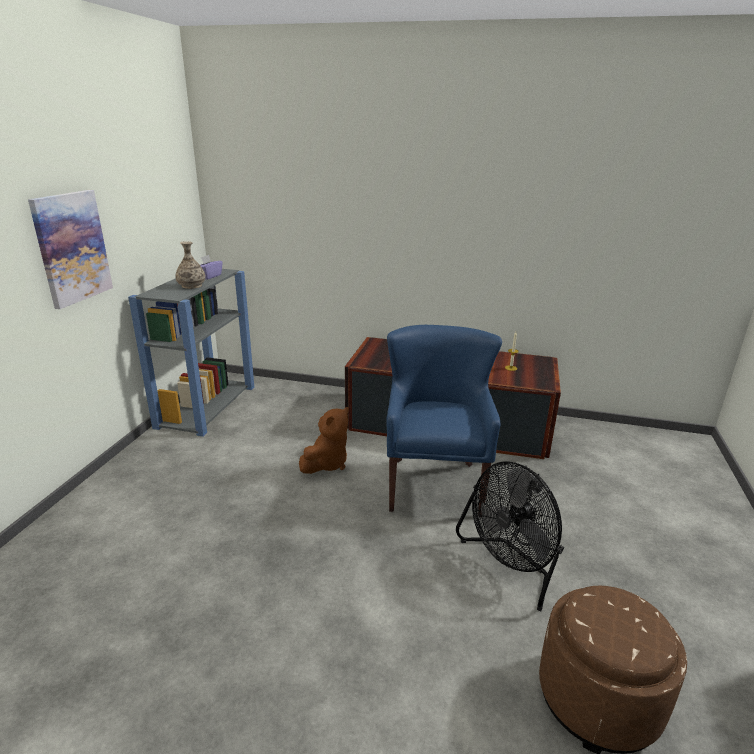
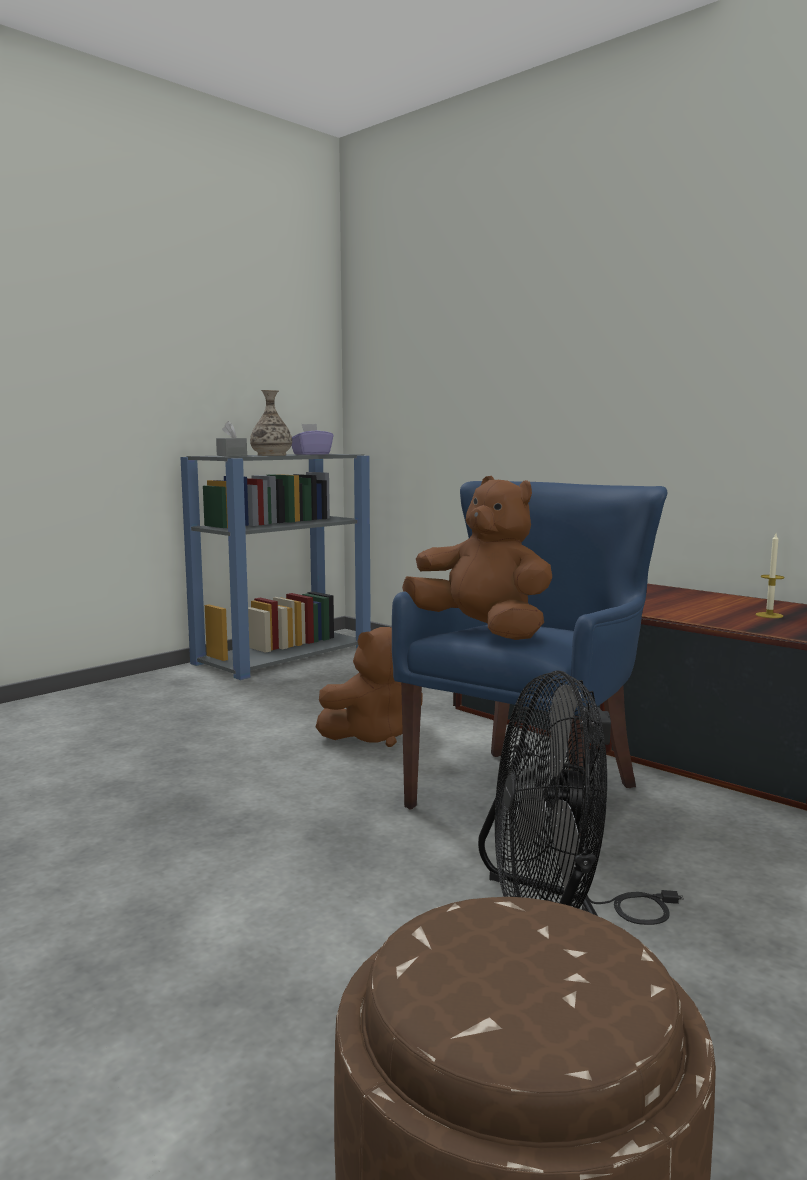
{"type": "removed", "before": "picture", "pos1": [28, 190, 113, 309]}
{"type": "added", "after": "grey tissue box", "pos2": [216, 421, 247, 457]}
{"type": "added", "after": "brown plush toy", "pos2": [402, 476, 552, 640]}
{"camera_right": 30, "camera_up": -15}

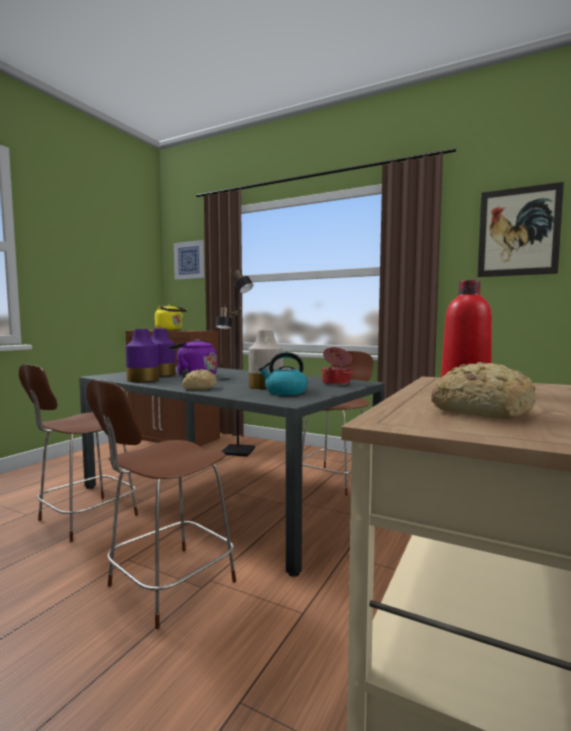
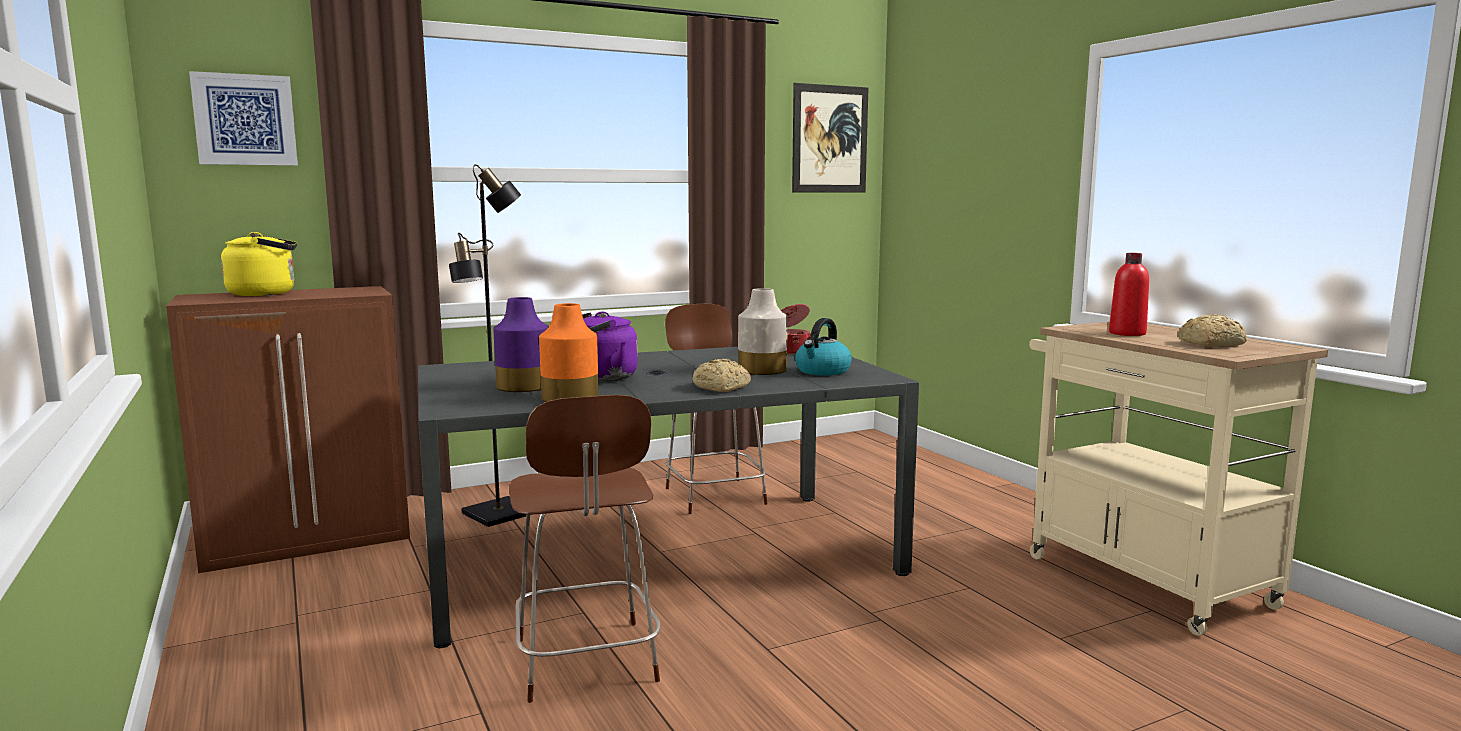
{"type": "removed", "before": "brown chair", "pos1": [86, 380, 236, 629]}
{"type": "recoloured", "before": "purple vase", "after": "orange vase", "pos1": [126, 329, 159, 382], "pos2": [539, 303, 599, 402]}
{"camera_right": -55, "camera_up": 5}

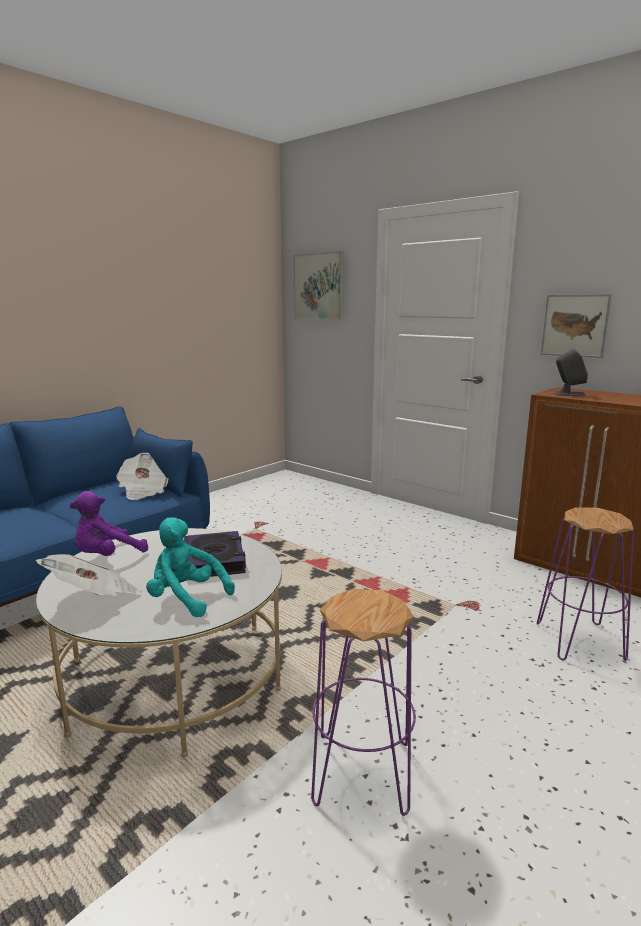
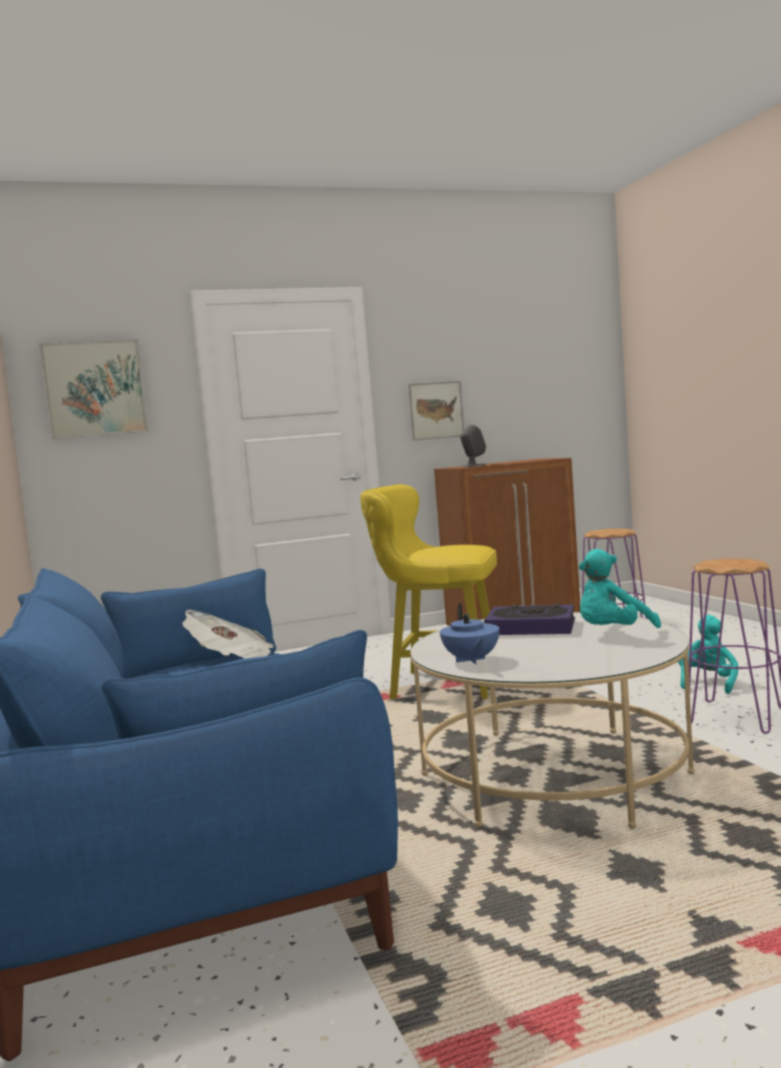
{"type": "removed", "before": "newspaper", "pos1": [36, 554, 142, 596]}
{"type": "added", "after": "yellow stool", "pos2": [360, 484, 497, 699]}
{"type": "added", "after": "turquoise plush toy", "pos2": [678, 615, 738, 694]}
{"type": "replaced", "before": "purple plush toy", "after": "blue teapot", "pos1": [70, 491, 148, 556], "pos2": [440, 603, 499, 664]}
{"camera_right": -60, "camera_up": -10}

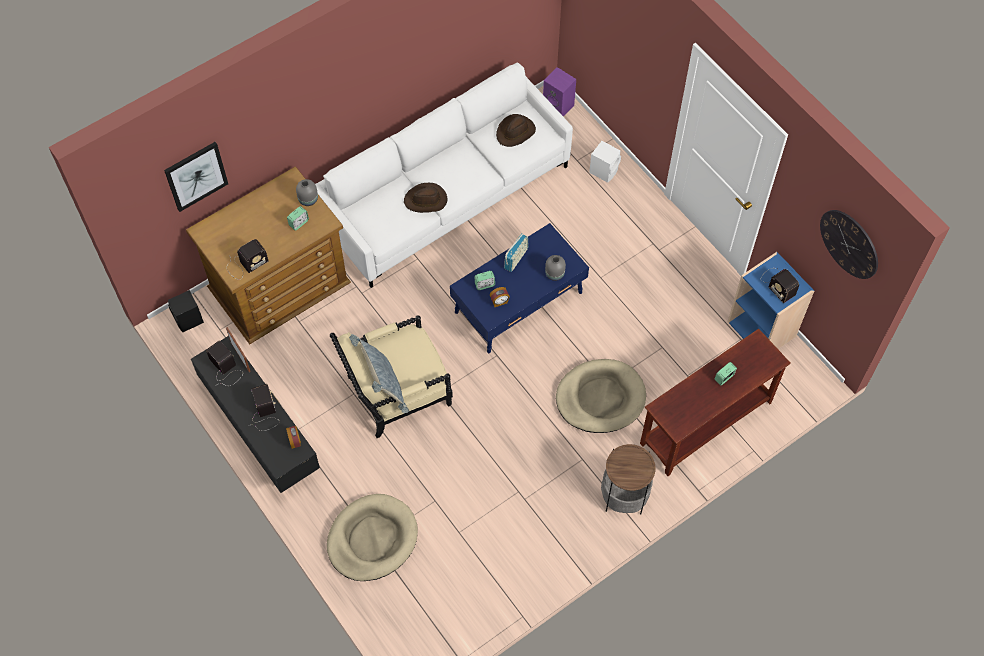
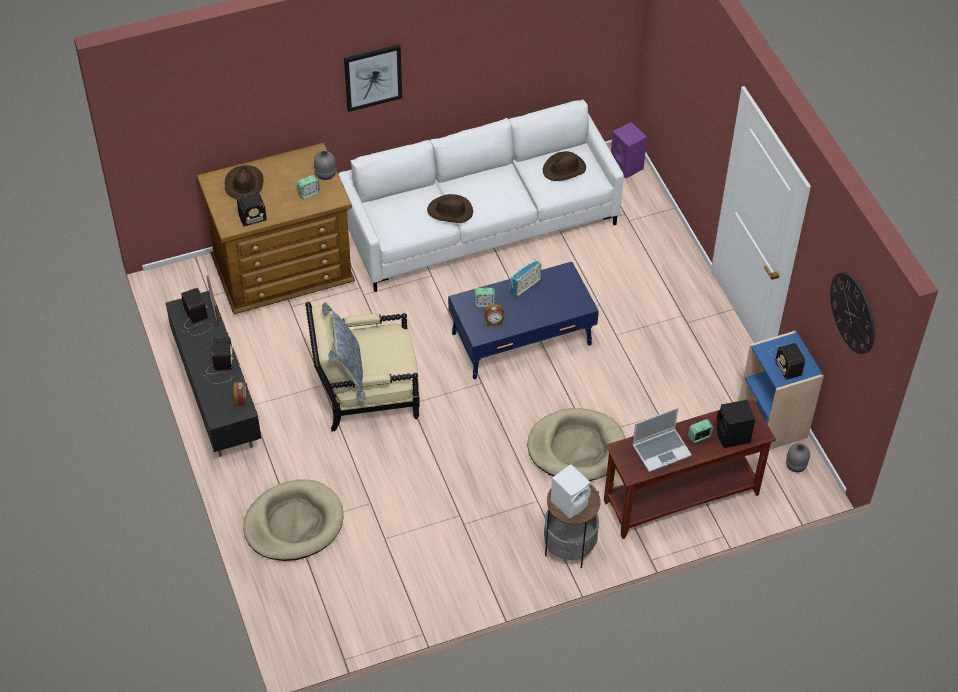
{"type": "added", "after": "brown hat", "pos2": [225, 165, 264, 200]}
{"type": "added", "after": "laptop", "pos2": [632, 408, 692, 472]}
{"type": "moved", "before": "picture", "pos1": [164, 142, 228, 212], "pos2": [344, 44, 402, 112]}
{"type": "moved", "before": "black speaker", "pos1": [168, 290, 204, 332], "pos2": [717, 400, 755, 448]}
{"type": "moved", "before": "grey vase", "pos1": [545, 255, 566, 281], "pos2": [786, 443, 810, 472]}
{"type": "moved", "before": "white speaker", "pos1": [589, 141, 621, 183], "pos2": [550, 464, 591, 518]}
{"camera_right": 15, "camera_up": -10}

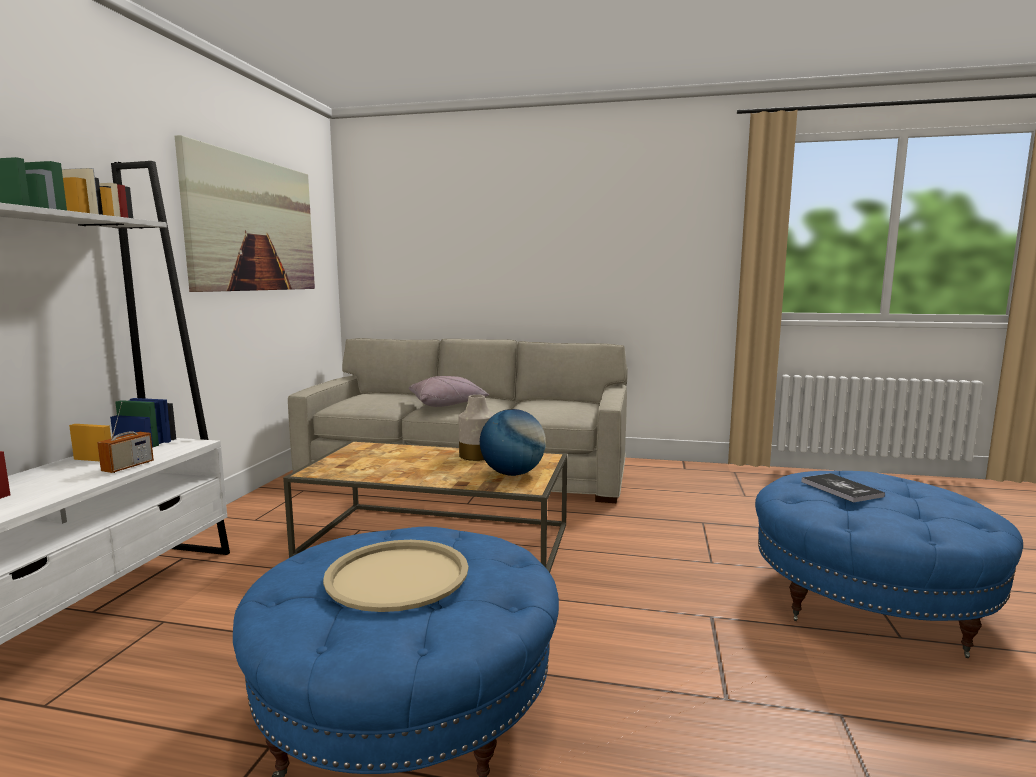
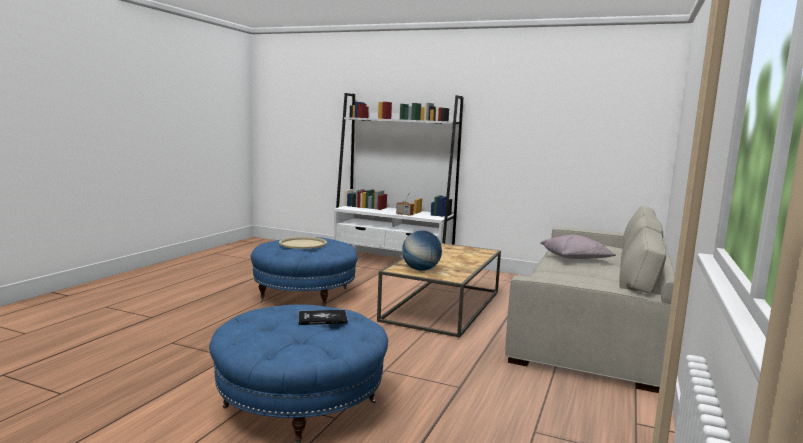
{"type": "removed", "before": "picture", "pos1": [175, 135, 315, 292]}
{"type": "removed", "before": "beige vase", "pos1": [458, 395, 495, 461]}
{"camera_right": 100, "camera_up": 0}

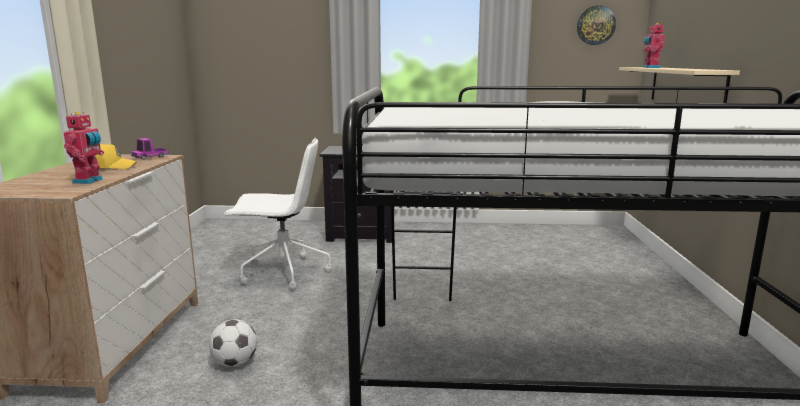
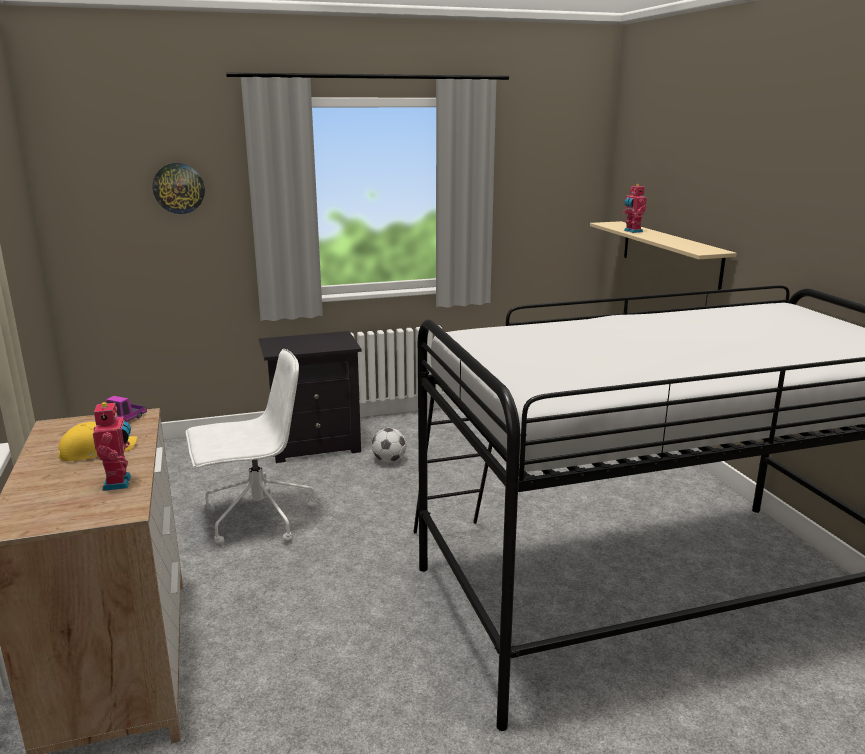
{"type": "moved", "before": "football", "pos1": [209, 319, 257, 367], "pos2": [371, 428, 406, 463]}
{"type": "moved", "before": "wall clock", "pos1": [577, 5, 616, 45], "pos2": [153, 163, 205, 214]}
{"camera_right": -20, "camera_up": 5}

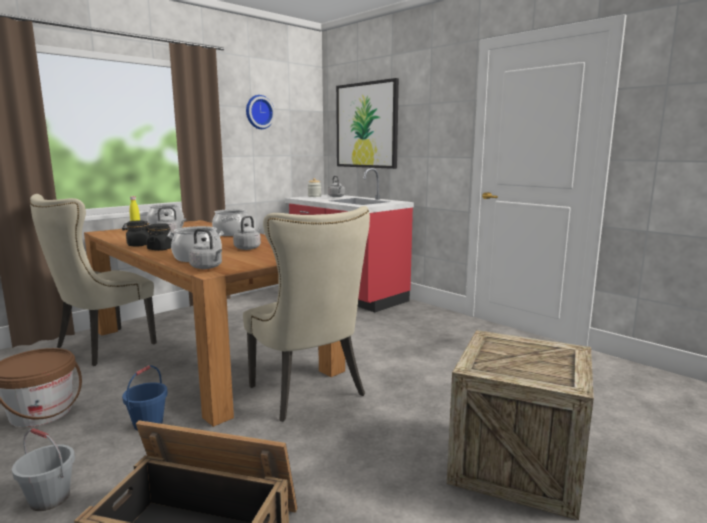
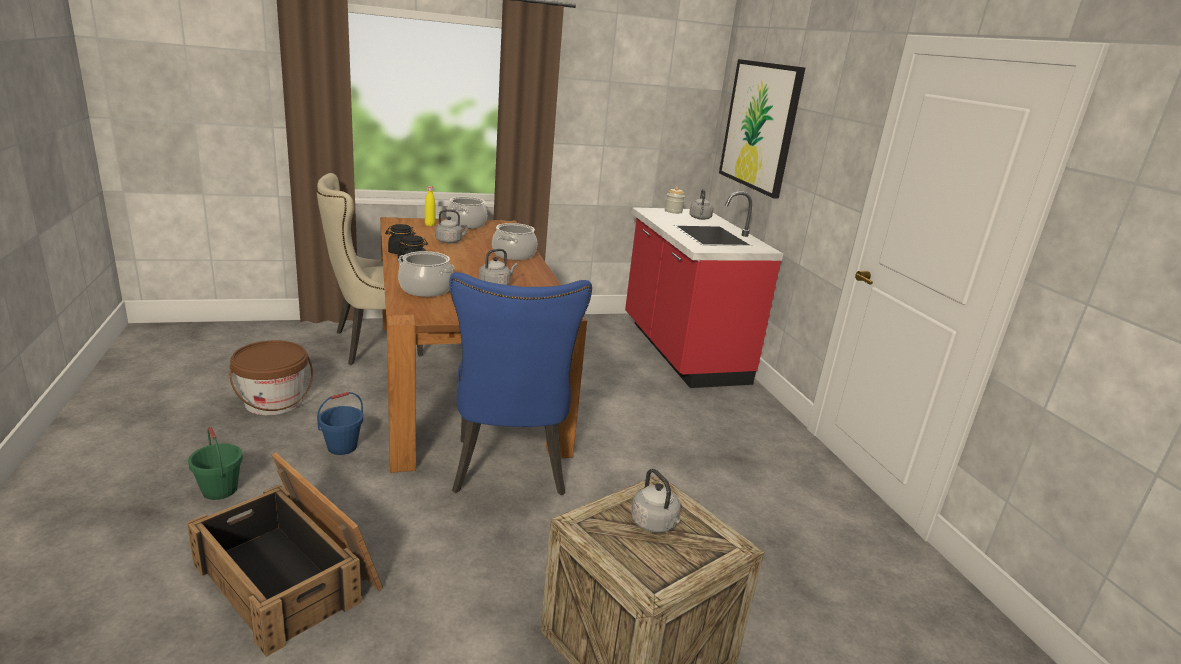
{"type": "removed", "before": "wall clock", "pos1": [246, 95, 275, 129]}
{"type": "moved", "before": "grey kettle", "pos1": [189, 229, 222, 269], "pos2": [631, 469, 681, 533]}
{"type": "recoloured", "before": "grey bucket", "after": "green bucket", "pos1": [12, 428, 75, 511], "pos2": [188, 427, 243, 500]}
{"type": "recoloured", "before": "beige chair", "after": "blue chair", "pos1": [243, 206, 370, 422], "pos2": [449, 272, 592, 495]}
{"camera_right": 25, "camera_up": 10}

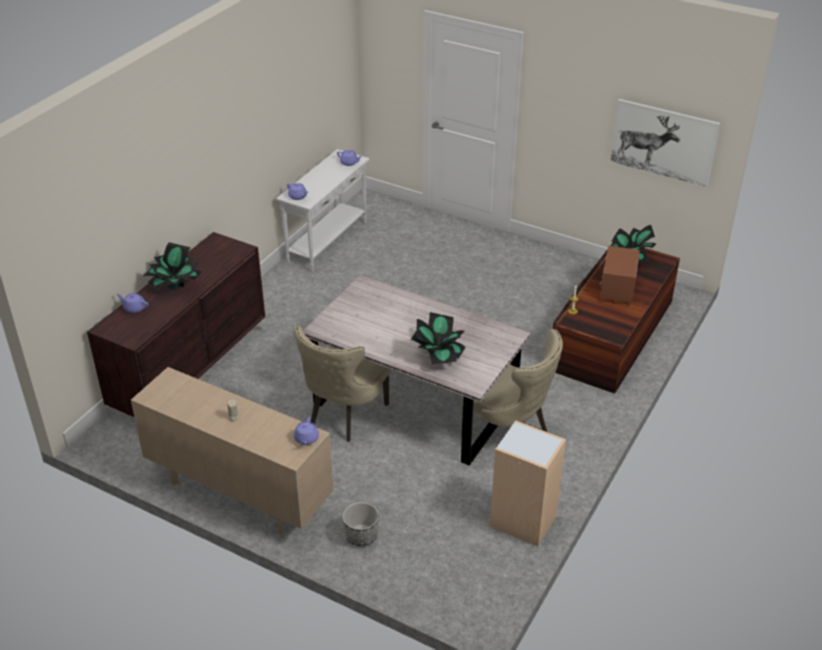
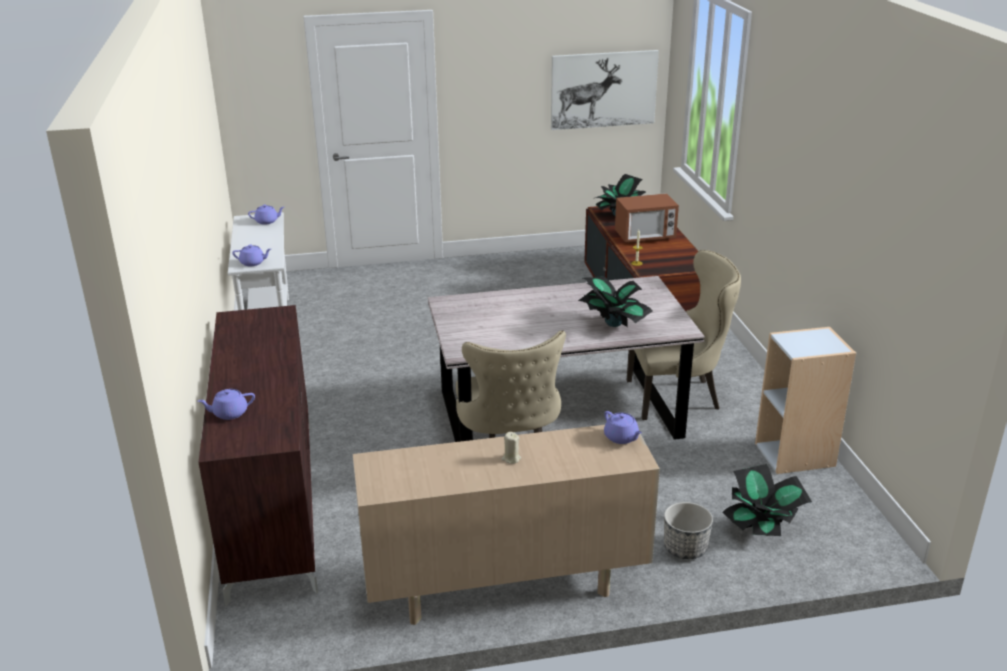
{"type": "moved", "before": "potted plant", "pos1": [143, 242, 202, 290], "pos2": [722, 464, 812, 536]}
{"type": "turned", "before": "microwave", "pos1": [600, 246, 640, 304], "pos2": [615, 193, 679, 243], "turn": -75}
{"camera_right": -40, "camera_up": -10}

